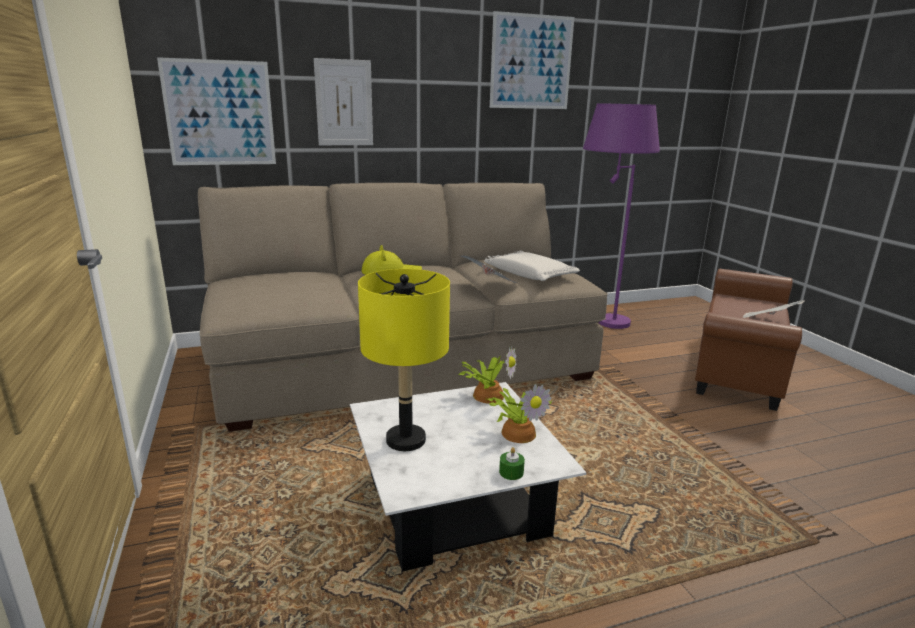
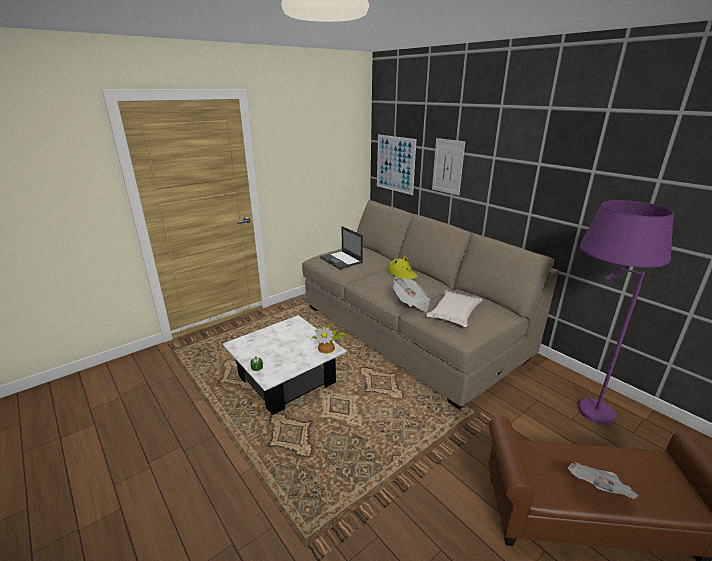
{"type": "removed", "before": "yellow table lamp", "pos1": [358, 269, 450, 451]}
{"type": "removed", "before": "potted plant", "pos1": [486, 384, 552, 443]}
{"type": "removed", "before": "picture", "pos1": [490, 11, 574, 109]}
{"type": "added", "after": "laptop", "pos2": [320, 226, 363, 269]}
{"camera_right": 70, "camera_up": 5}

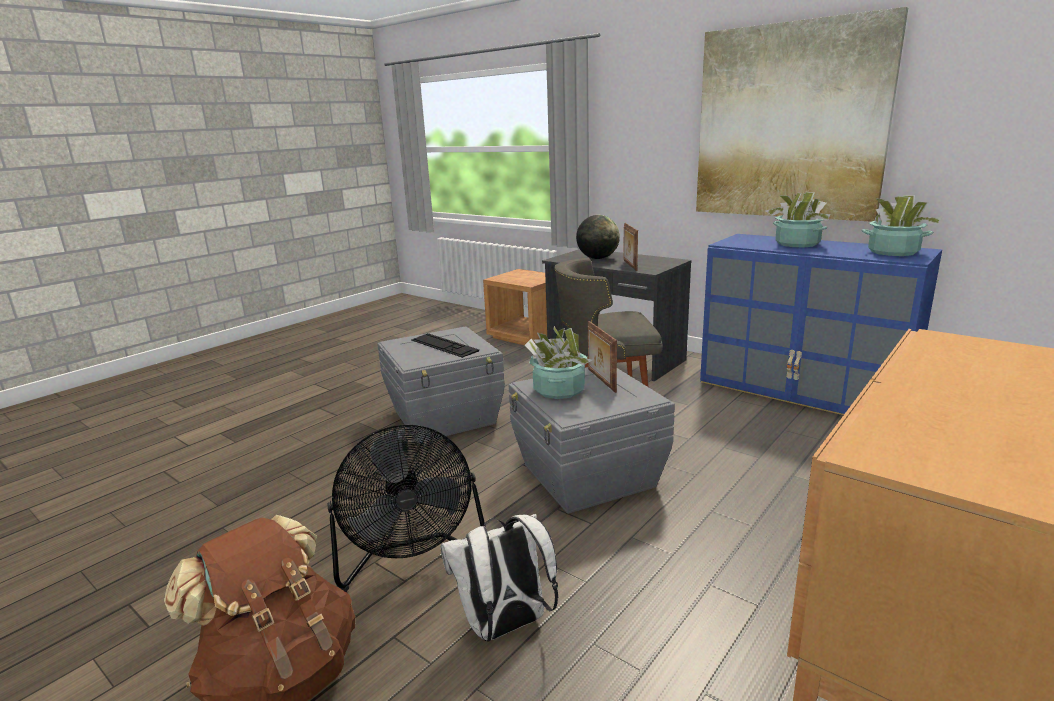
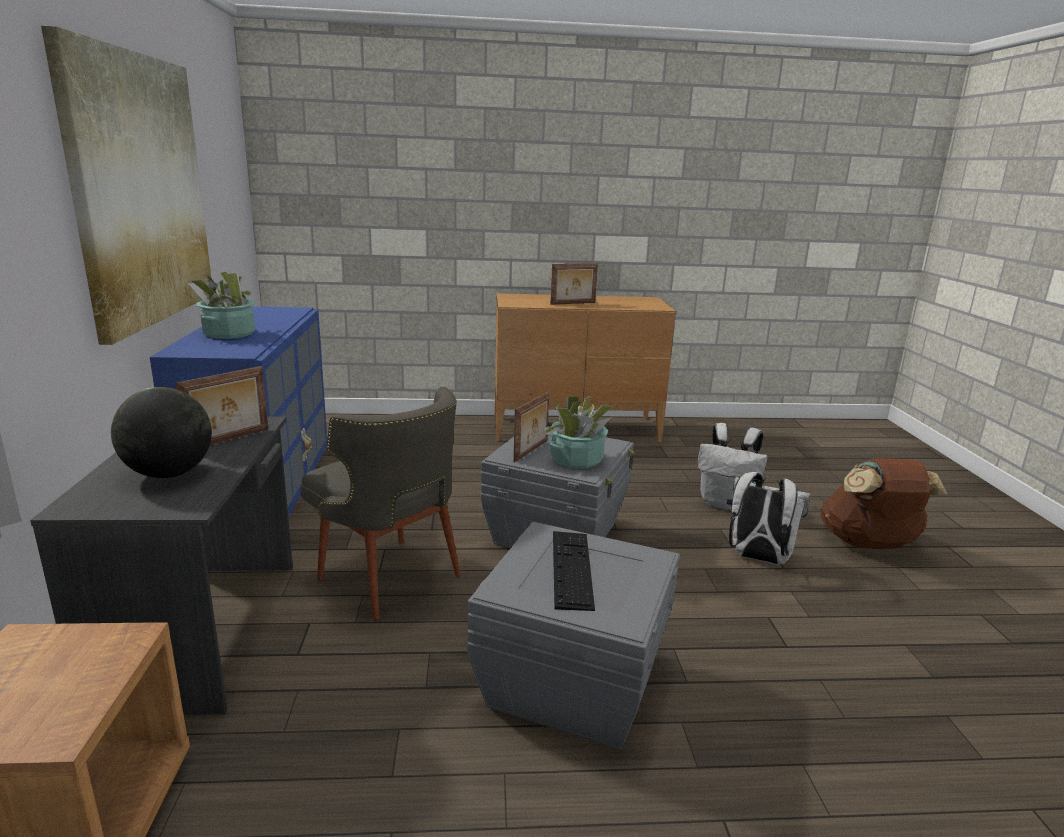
{"type": "removed", "before": "potted plant", "pos1": [862, 195, 942, 256]}
{"type": "added", "after": "picture frame", "pos2": [550, 263, 598, 305]}
{"type": "replaced", "before": "black fan", "after": "white backpack", "pos1": [327, 425, 486, 593], "pos2": [729, 472, 811, 564]}
{"camera_right": -135, "camera_up": 0}

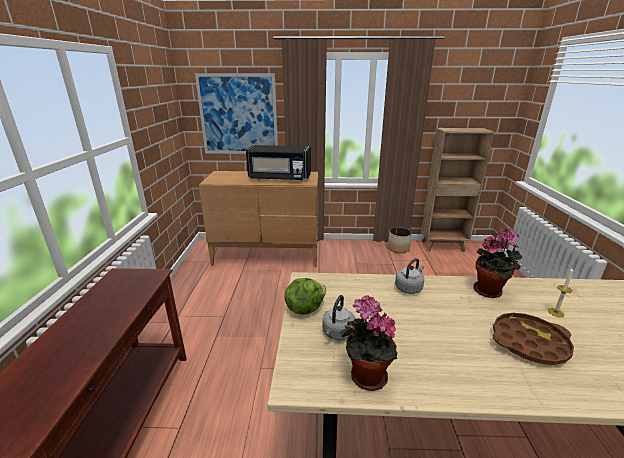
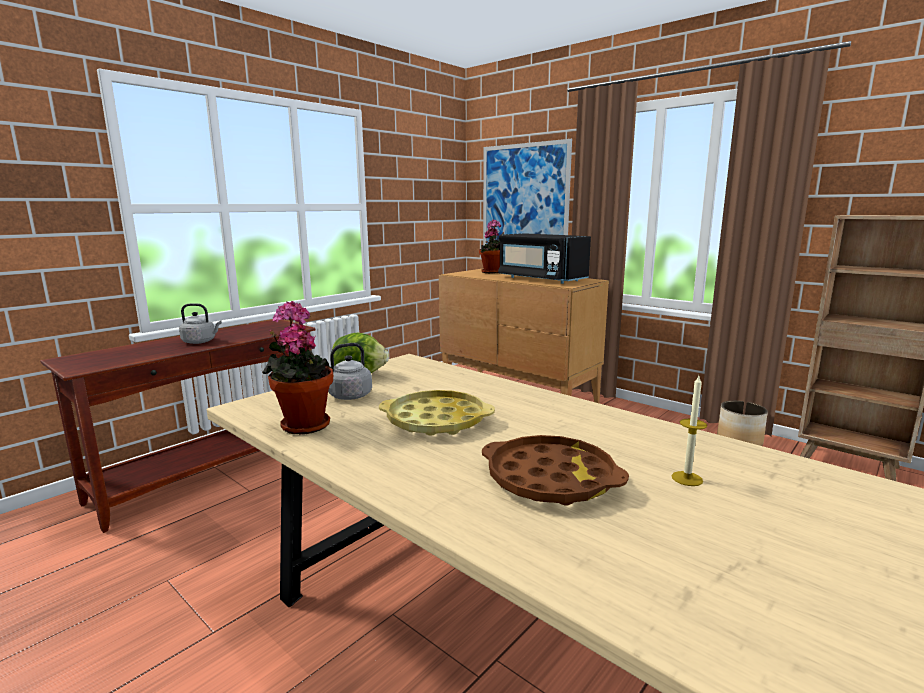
{"type": "added", "after": "yellow tray", "pos2": [379, 390, 495, 436]}
{"type": "moved", "before": "grey kettle", "pos1": [395, 258, 424, 294], "pos2": [179, 303, 222, 344]}
{"type": "moved", "before": "potted plant", "pos1": [474, 229, 522, 298], "pos2": [479, 219, 504, 273]}
{"camera_right": 40, "camera_up": -10}

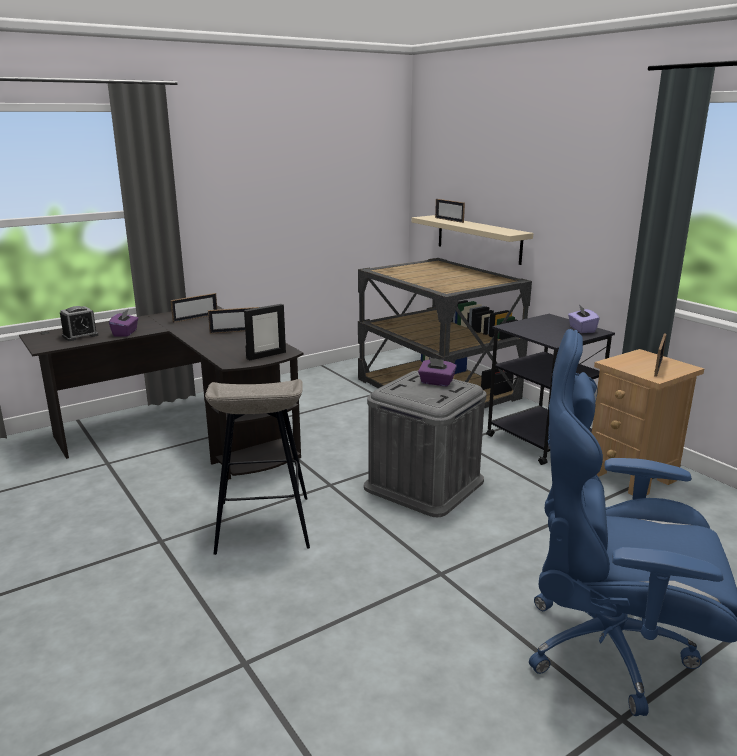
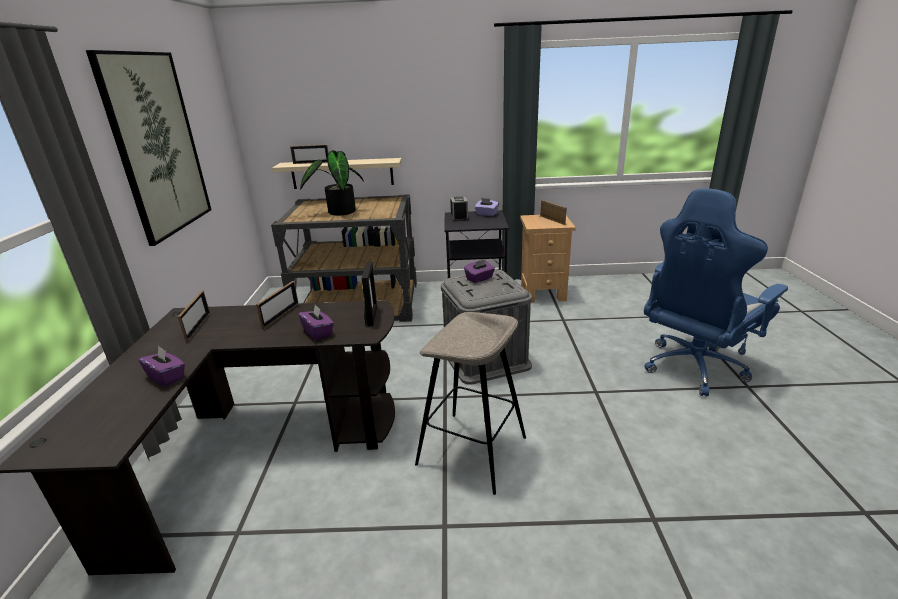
{"type": "added", "after": "picture", "pos2": [86, 50, 211, 246]}
{"type": "added", "after": "purple tissue box", "pos2": [298, 305, 334, 340]}
{"type": "added", "after": "potted plant", "pos2": [300, 150, 364, 215]}
{"type": "moved", "before": "alarm clock", "pos1": [60, 306, 98, 341], "pos2": [450, 197, 468, 222]}
{"camera_right": -55, "camera_up": 5}

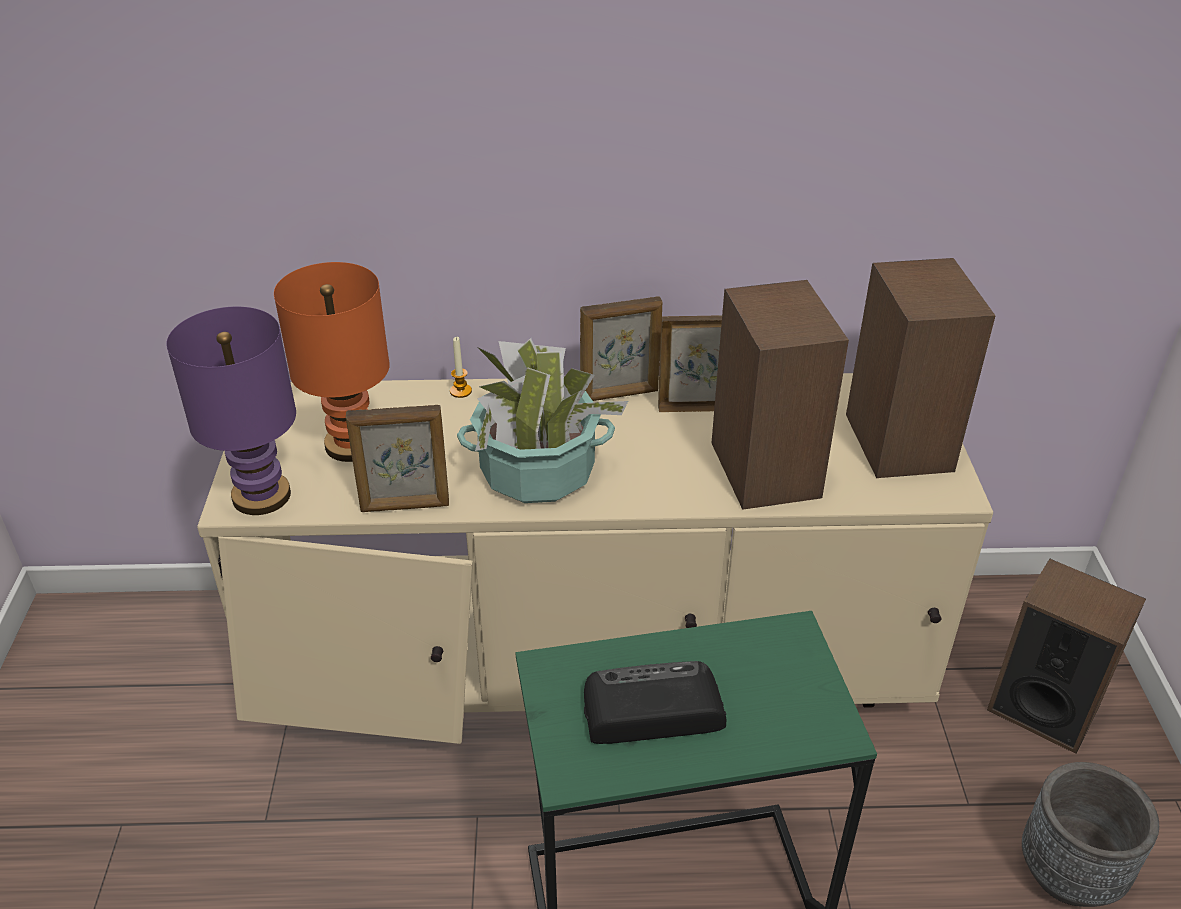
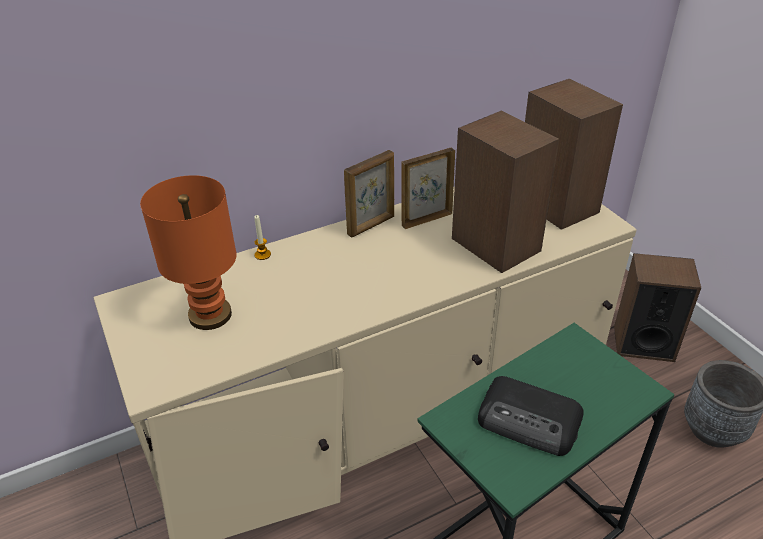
{"type": "removed", "before": "purple table lamp", "pos1": [166, 307, 296, 515]}
{"type": "removed", "before": "picture frame", "pos1": [346, 405, 449, 512]}
{"type": "removed", "before": "potted plant", "pos1": [457, 338, 628, 503]}
{"type": "turned", "before": "radio", "pos1": [584, 661, 726, 744], "pos2": [478, 376, 584, 456], "turn": -120}
{"camera_right": -25, "camera_up": 0}

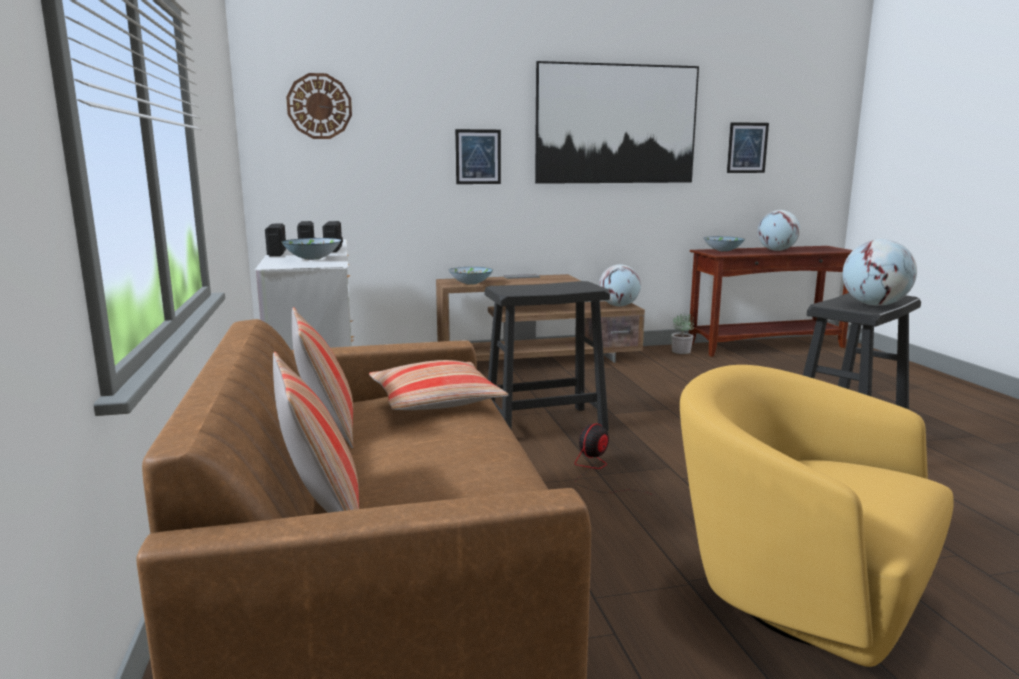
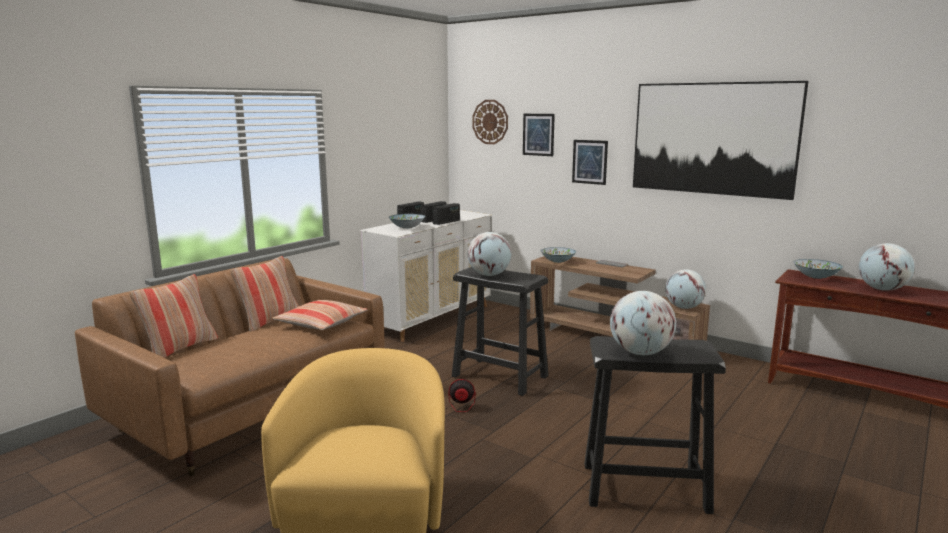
{"type": "removed", "before": "potted plant", "pos1": [671, 313, 694, 354]}
{"type": "added", "after": "globe", "pos2": [468, 232, 511, 276]}
{"type": "moved", "before": "picture", "pos1": [727, 122, 769, 173], "pos2": [523, 114, 555, 156]}
{"camera_right": 50, "camera_up": 0}

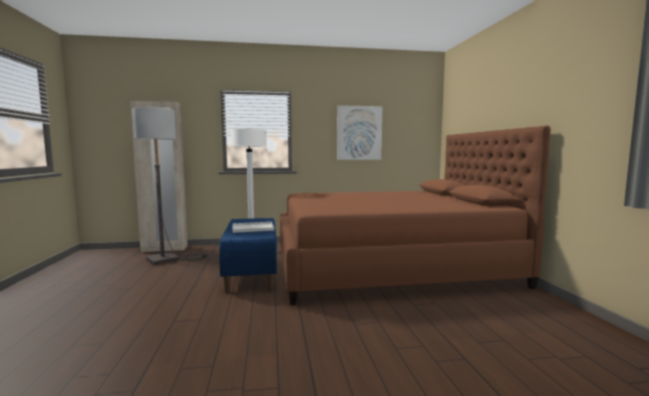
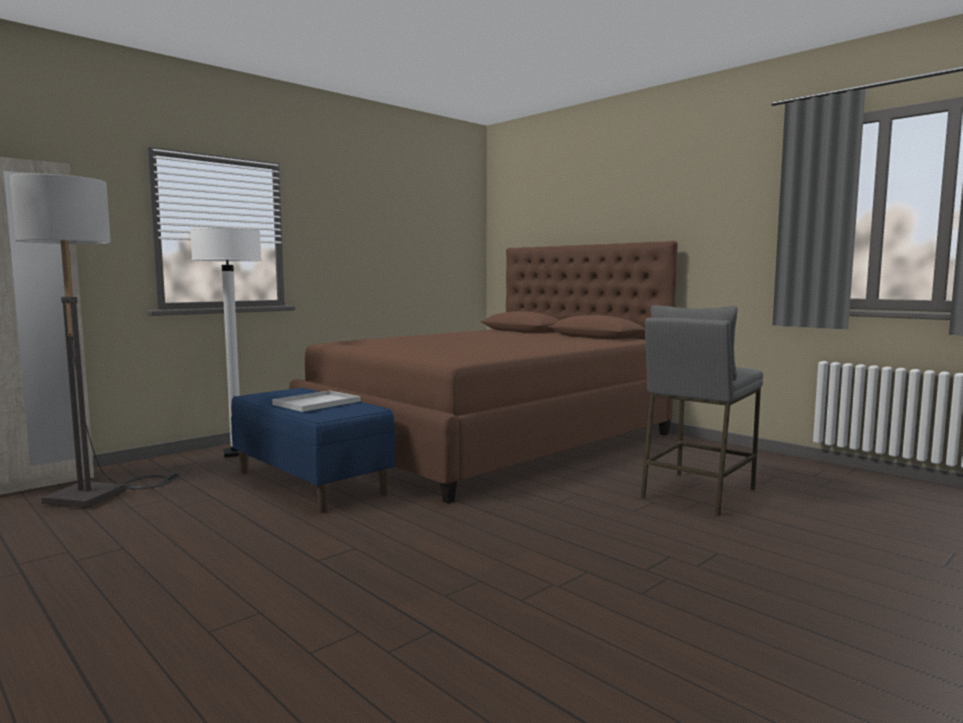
{"type": "removed", "before": "picture", "pos1": [337, 105, 382, 160]}
{"type": "added", "after": "grey stool", "pos2": [641, 305, 763, 516]}
{"camera_right": -35, "camera_up": 0}

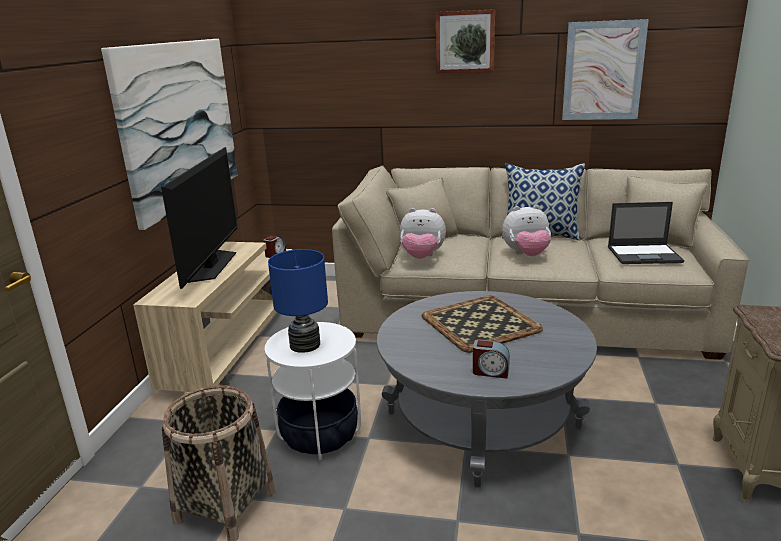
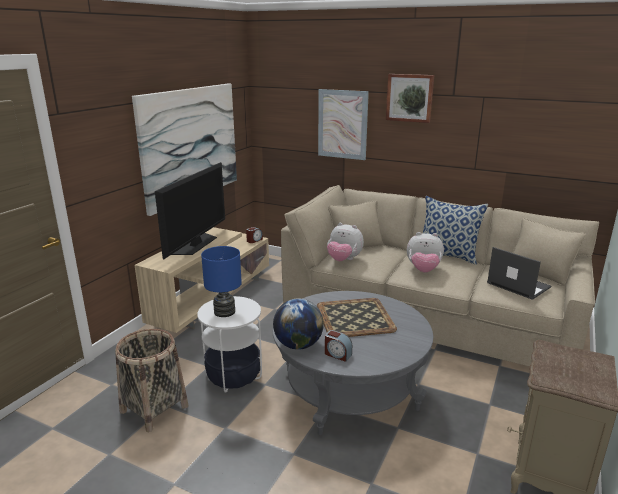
{"type": "added", "after": "globe", "pos2": [273, 298, 324, 350]}
{"type": "moved", "before": "picture", "pos1": [562, 19, 649, 120], "pos2": [318, 89, 369, 160]}
{"type": "turned", "before": "laptop", "pos1": [608, 202, 684, 264], "pos2": [487, 247, 551, 300], "turn": -150}
{"camera_right": 15, "camera_up": 0}

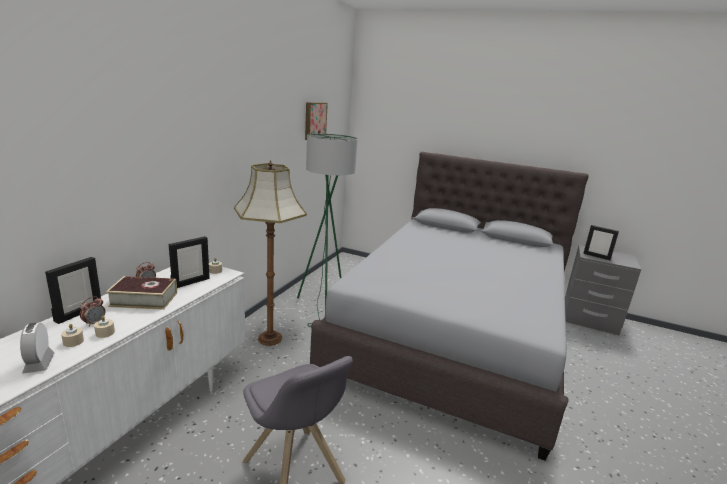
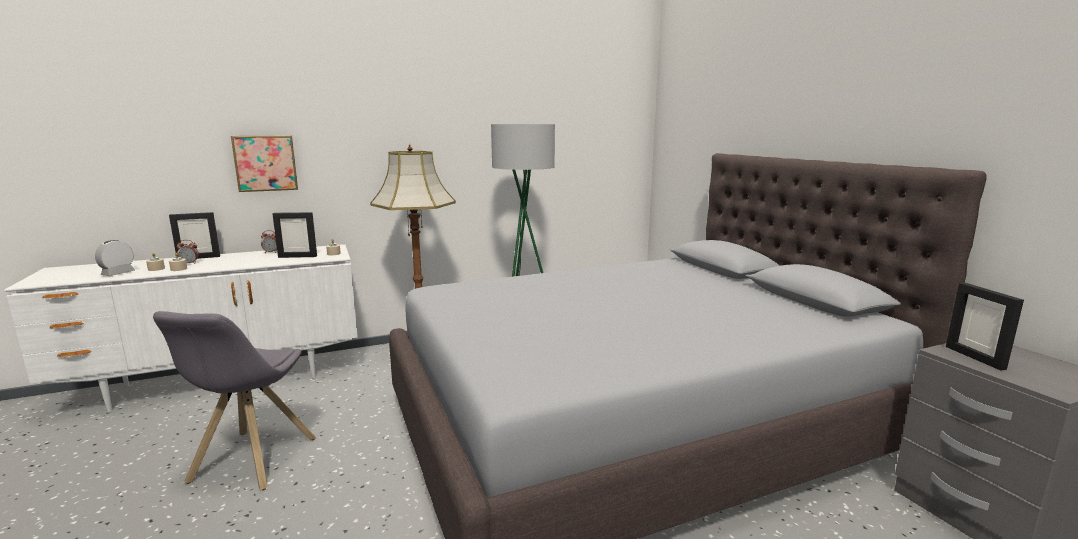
{"type": "removed", "before": "book", "pos1": [106, 276, 177, 310]}
{"type": "moved", "before": "picture", "pos1": [305, 102, 328, 140], "pos2": [231, 136, 298, 192]}
{"camera_right": 45, "camera_up": -5}

